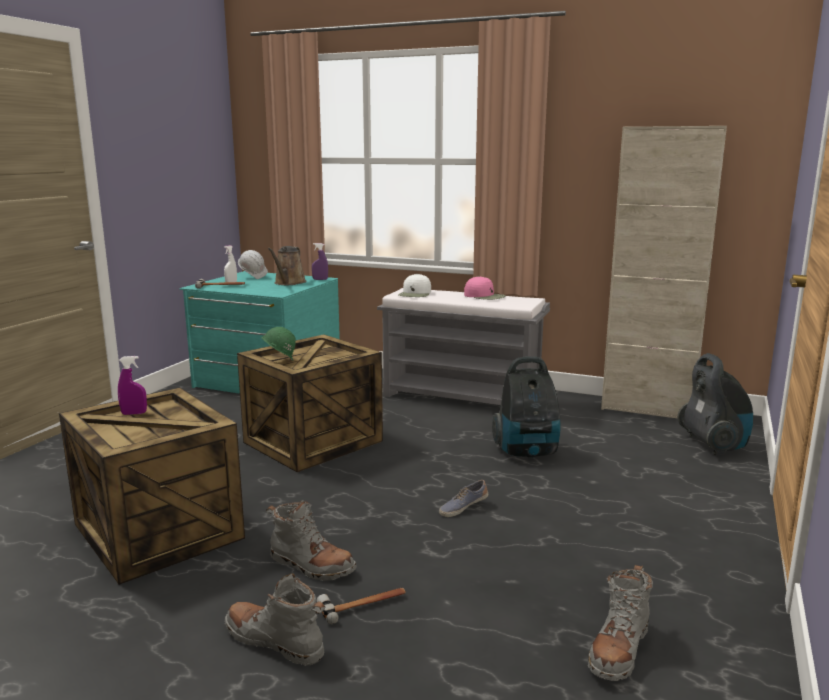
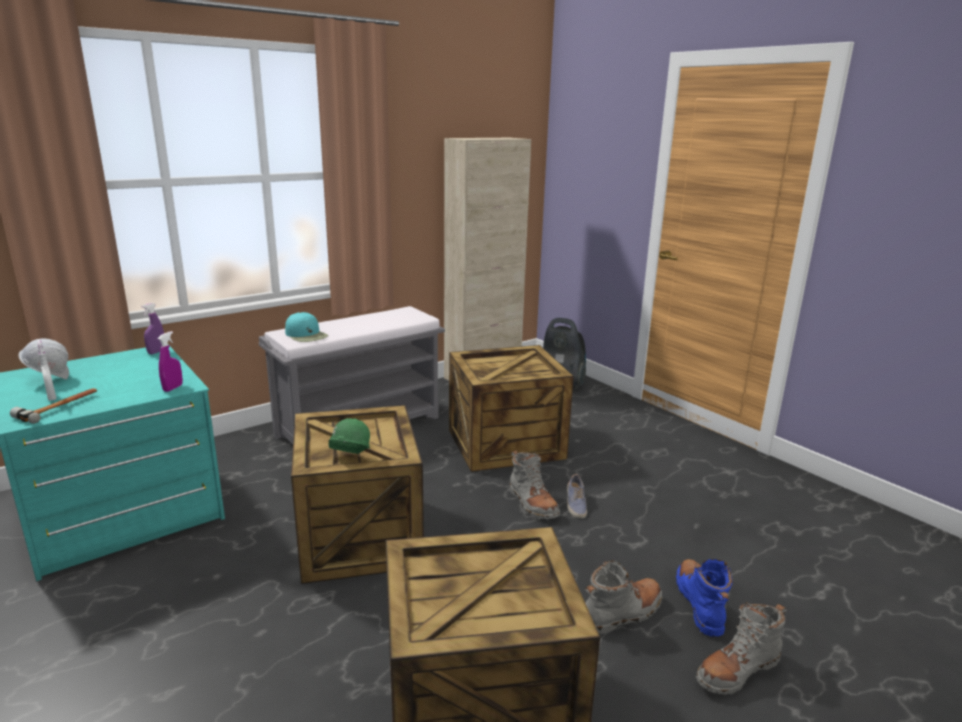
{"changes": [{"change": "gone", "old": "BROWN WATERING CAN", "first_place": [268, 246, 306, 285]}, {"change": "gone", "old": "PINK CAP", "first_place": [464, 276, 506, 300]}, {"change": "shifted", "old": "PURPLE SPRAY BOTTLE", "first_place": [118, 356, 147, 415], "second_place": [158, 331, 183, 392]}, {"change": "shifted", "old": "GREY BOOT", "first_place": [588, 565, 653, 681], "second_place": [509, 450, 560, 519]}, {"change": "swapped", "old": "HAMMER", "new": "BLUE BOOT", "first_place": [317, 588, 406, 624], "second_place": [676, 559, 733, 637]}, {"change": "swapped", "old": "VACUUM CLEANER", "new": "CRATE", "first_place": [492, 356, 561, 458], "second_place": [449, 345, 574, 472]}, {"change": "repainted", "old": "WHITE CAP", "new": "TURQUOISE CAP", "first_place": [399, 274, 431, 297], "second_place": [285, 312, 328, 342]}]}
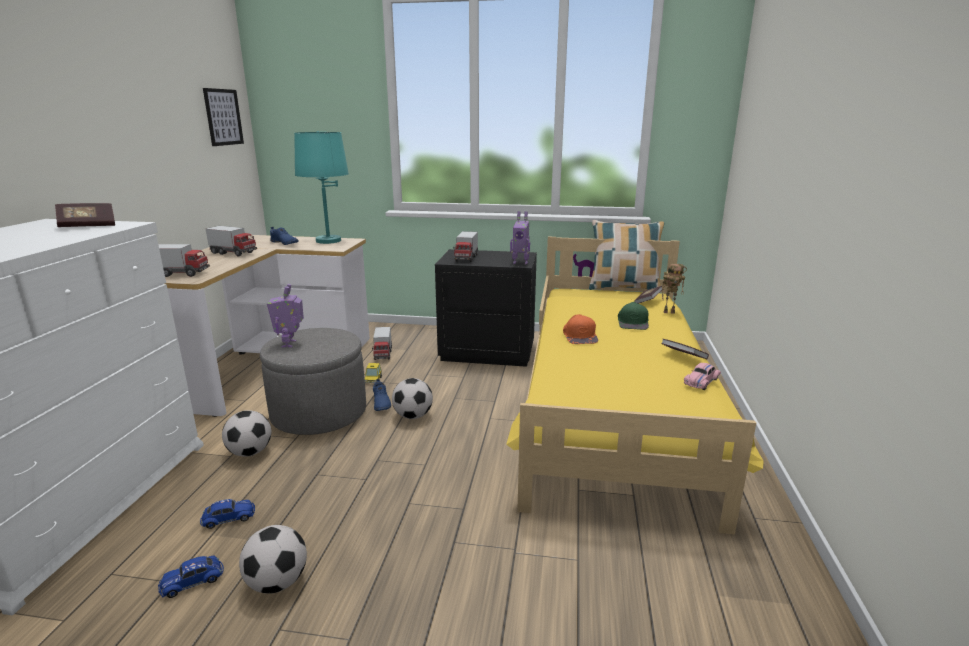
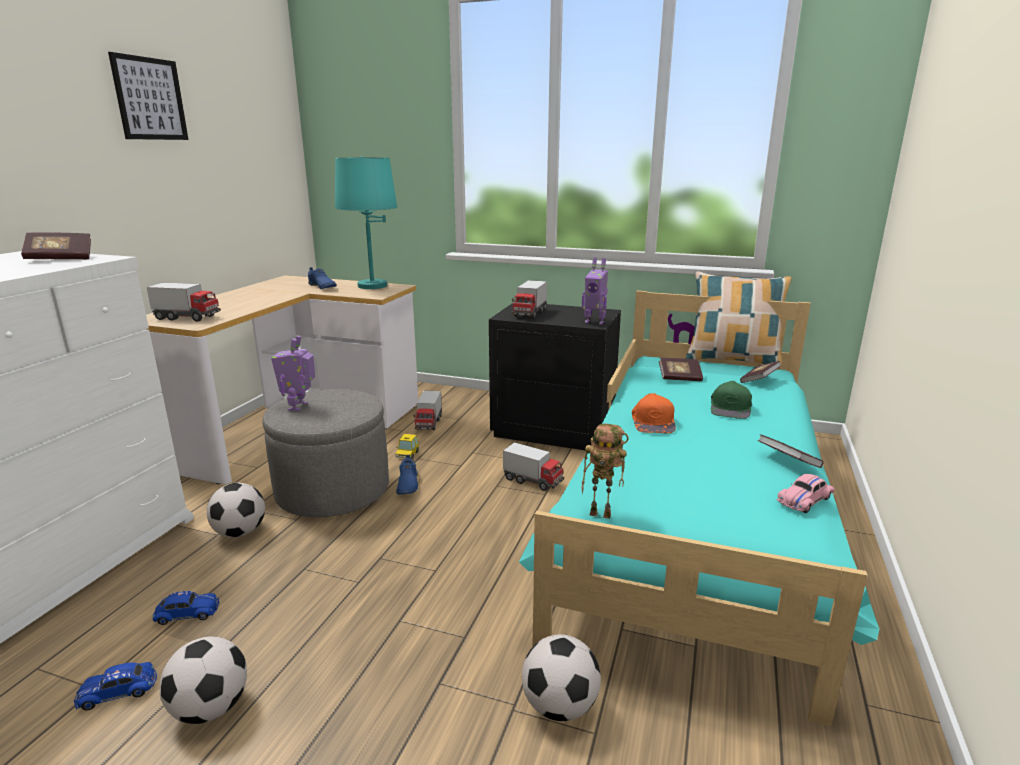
{"changes": [{"change": "new", "new": "BOOK", "second_place": [659, 358, 703, 381]}, {"change": "shifted", "old": "PICTURE", "first_place": [203, 88, 244, 146], "second_place": [108, 52, 188, 140]}, {"change": "shifted", "old": "TOY TRUCK", "first_place": [206, 226, 257, 256], "second_place": [503, 442, 564, 491]}, {"change": "shifted", "old": "FOOTBALL", "first_place": [392, 378, 433, 419], "second_place": [522, 634, 601, 721]}, {"change": "shifted", "old": "TOY ROBOT", "first_place": [662, 264, 687, 314], "second_place": [581, 424, 629, 519]}, {"change": "repainted", "old": "YELLOW BED", "new": "TURQUOISE BED", "first_place": [506, 237, 764, 535], "second_place": [519, 291, 879, 727]}]}
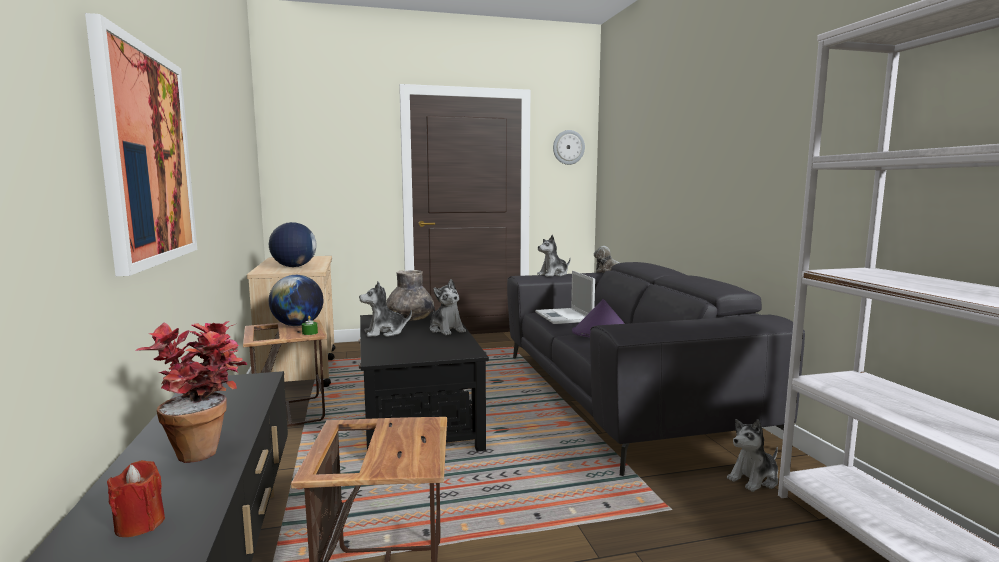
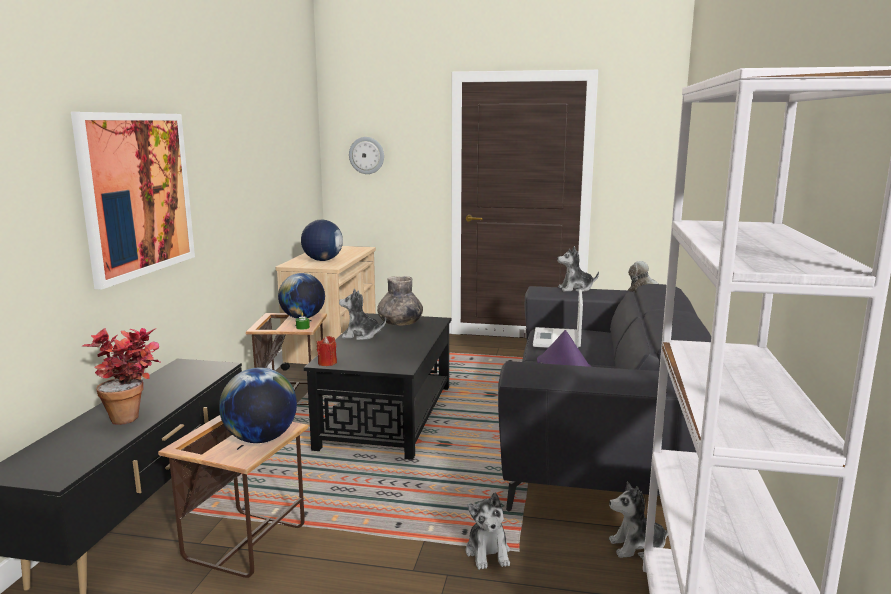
{"changes": [{"change": "new", "new": "GLOBE", "second_place": [219, 367, 297, 443]}, {"change": "shifted", "old": "RED CANDLE", "first_place": [107, 460, 165, 537], "second_place": [317, 336, 337, 366]}, {"change": "shifted", "old": "PLUSH TOY", "first_place": [430, 279, 466, 335], "second_place": [466, 492, 510, 570]}, {"change": "shifted", "old": "WALL CLOCK", "first_place": [553, 130, 585, 165], "second_place": [349, 137, 384, 174]}]}
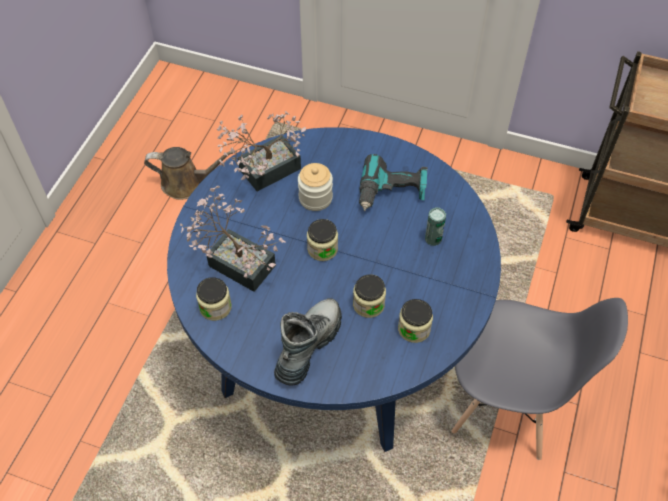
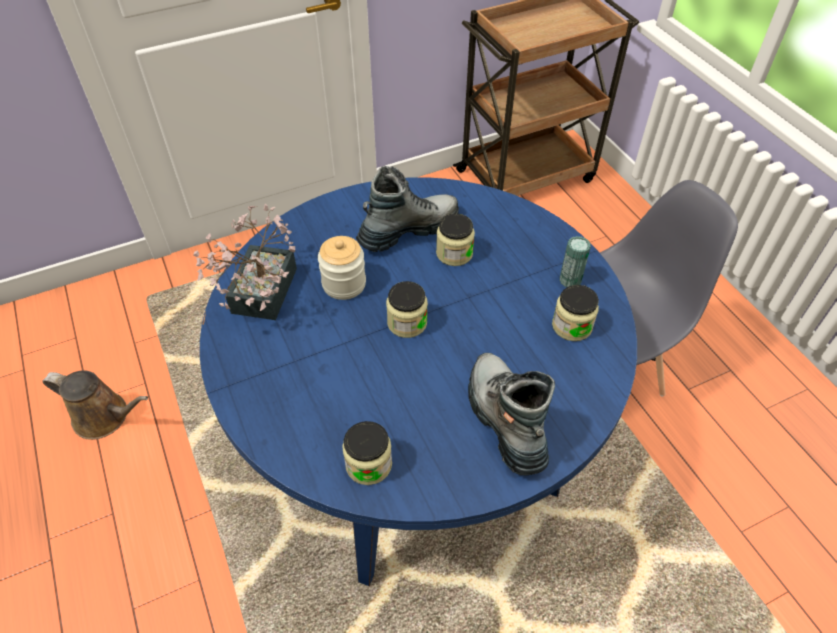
{"changes": [{"change": "gone", "old": "POTTED PLANT", "first_place": [180, 186, 286, 292]}, {"change": "shifted", "old": "JAR", "first_place": [353, 274, 386, 318], "second_place": [436, 213, 475, 266]}, {"change": "shifted", "old": "CAN", "first_place": [425, 207, 446, 246], "second_place": [560, 236, 591, 287]}, {"change": "swapped", "old": "POWER DRILL", "new": "BOOT", "first_place": [359, 154, 427, 211], "second_place": [356, 166, 459, 252]}, {"change": "rotated", "old": "BROWN WATERING CAN", "first_place": [144, 147, 235, 200], "second_place": [42, 370, 148, 440], "degrees": 60}]}
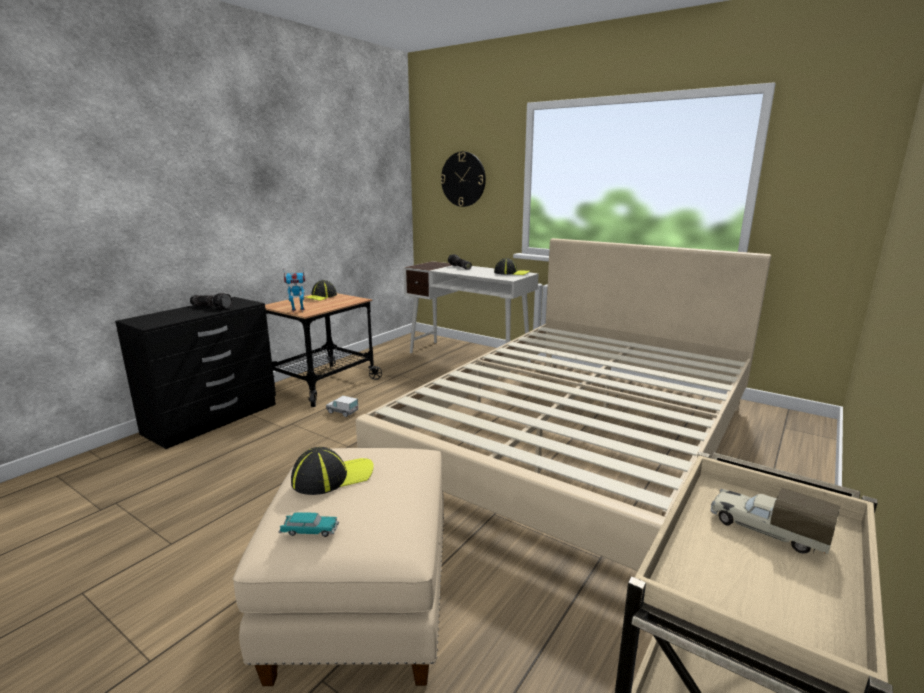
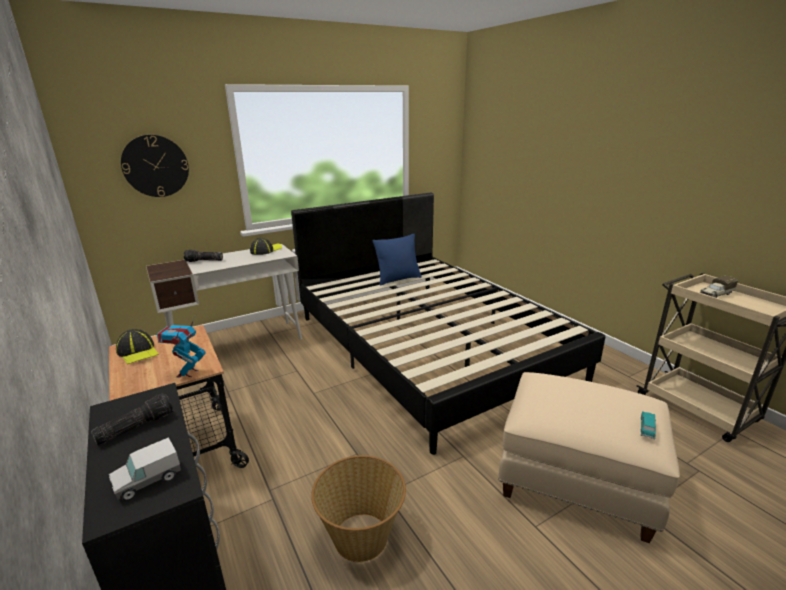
{"changes": [{"change": "gone", "old": "CAP", "first_place": [291, 447, 374, 495]}, {"change": "new", "new": "BASKET", "second_place": [311, 455, 406, 562]}, {"change": "new", "new": "BLUE PILLOW", "second_place": [373, 234, 422, 286]}, {"change": "shifted", "old": "TOY TRUCK", "first_place": [326, 396, 358, 417], "second_place": [109, 437, 181, 501]}, {"change": "repainted", "old": "BEIGE BED", "new": "BLACK BED", "first_place": [356, 238, 771, 571], "second_place": [291, 193, 605, 455]}]}
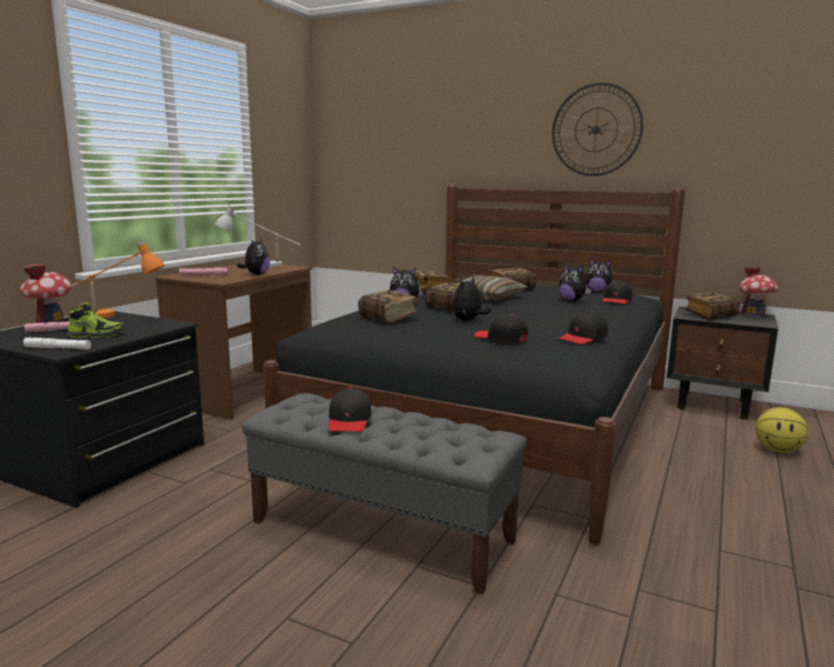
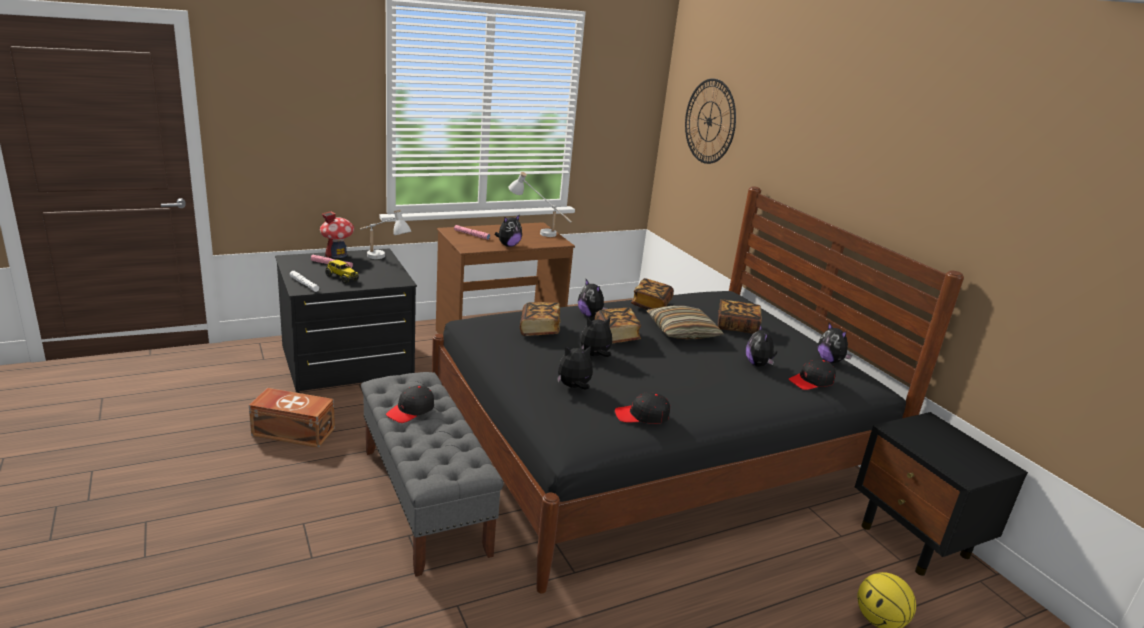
{"changes": [{"change": "gone", "old": "BOOK", "first_place": [684, 293, 740, 320]}, {"change": "gone", "old": "TOY HOUSE", "first_place": [739, 267, 779, 318]}, {"change": "new", "new": "BROWN STORAGE BOX", "second_place": [249, 388, 335, 448]}, {"change": "shifted", "old": "WALL CLOCK", "first_place": [552, 83, 643, 176], "second_place": [685, 79, 736, 164]}, {"change": "swapped", "old": "SHOE", "new": "TOY TRUCK", "first_place": [68, 302, 125, 338], "second_place": [325, 260, 359, 284]}, {"change": "swapped", "old": "BLACK CAP", "new": "PLUSH TOY", "first_place": [474, 314, 528, 342], "second_place": [557, 346, 593, 389]}, {"change": "repainted", "old": "ORANGE TABLE LAMP", "new": "WHITE TABLE LAMP", "first_place": [71, 241, 165, 318], "second_place": [360, 210, 412, 259]}]}
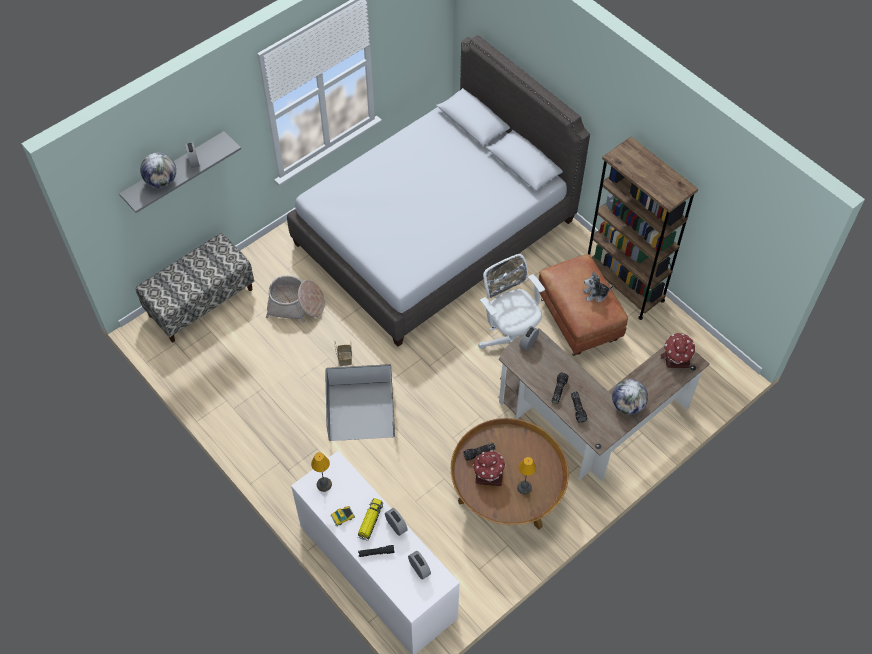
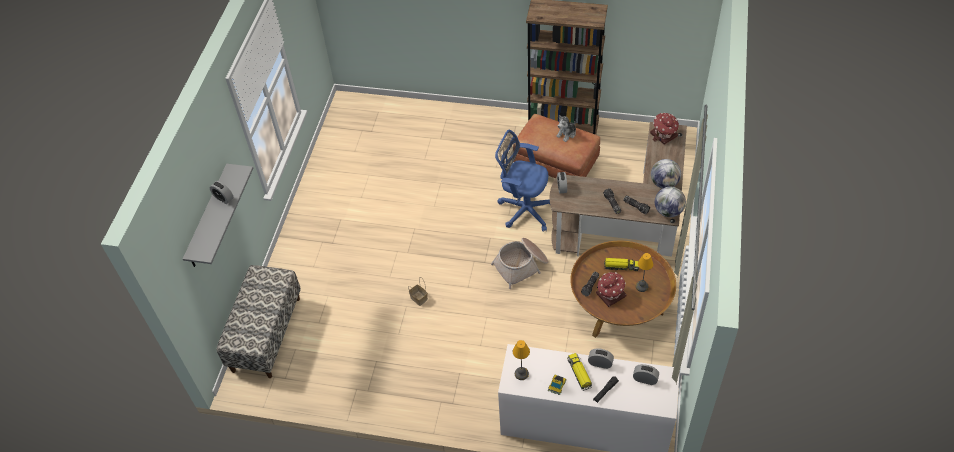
{"changes": [{"change": "gone", "old": "GREY BED", "first_place": [287, 35, 590, 347]}, {"change": "gone", "old": "BLACK STORAGE BOX", "first_place": [325, 364, 395, 441]}, {"change": "new", "new": "TOY TRUCK", "second_place": [604, 258, 639, 271]}, {"change": "shifted", "old": "GLOBE", "first_place": [140, 152, 176, 188], "second_place": [655, 187, 686, 217]}, {"change": "shifted", "old": "BASKET", "first_place": [266, 276, 325, 323], "second_place": [491, 238, 548, 289]}, {"change": "repainted", "old": "WHITE OFFICE CHAIR", "new": "BLUE OFFICE CHAIR", "first_place": [478, 254, 545, 349], "second_place": [495, 130, 550, 231]}]}
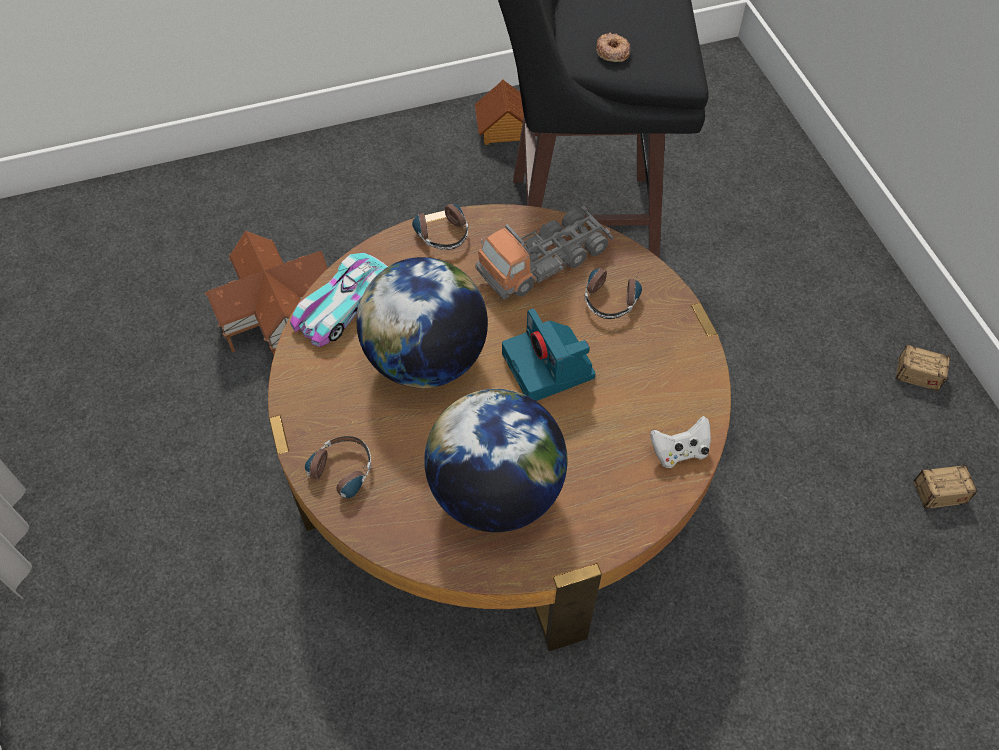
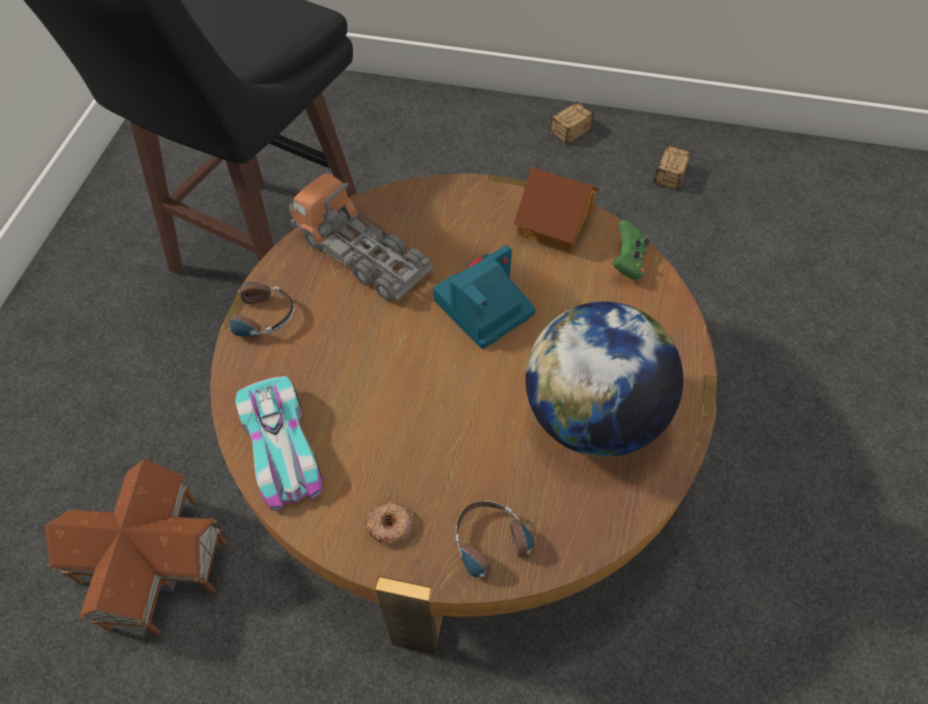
{"changes": [{"change": "gone", "old": "GLOBE", "first_place": [357, 257, 488, 388]}, {"change": "gone", "old": "HEADPHONES", "first_place": [585, 267, 642, 319]}, {"change": "shifted", "old": "TOY HOUSE", "first_place": [475, 79, 524, 145], "second_place": [514, 167, 599, 252]}, {"change": "shifted", "old": "DONUT", "first_place": [596, 33, 630, 62], "second_place": [365, 502, 414, 546]}, {"change": "repainted", "old": "WHITE GAME CONTROLLER", "new": "GREEN GAME CONTROLLER", "first_place": [650, 416, 711, 468], "second_place": [612, 220, 649, 280]}, {"change": "rotated", "old": "TOY TRUCK", "first_place": [476, 206, 613, 299], "second_place": [289, 171, 433, 301], "degrees": 135}, {"change": "rotated", "old": "PHOTO CAMERA", "first_place": [502, 308, 596, 401], "second_place": [433, 245, 536, 349], "degrees": 135}]}
